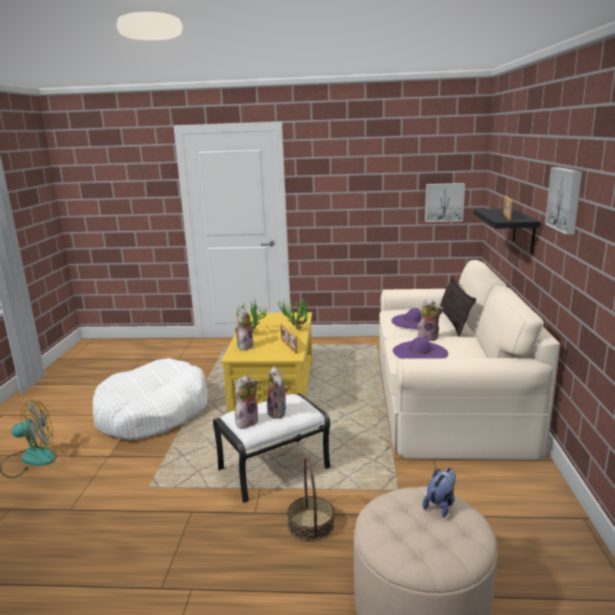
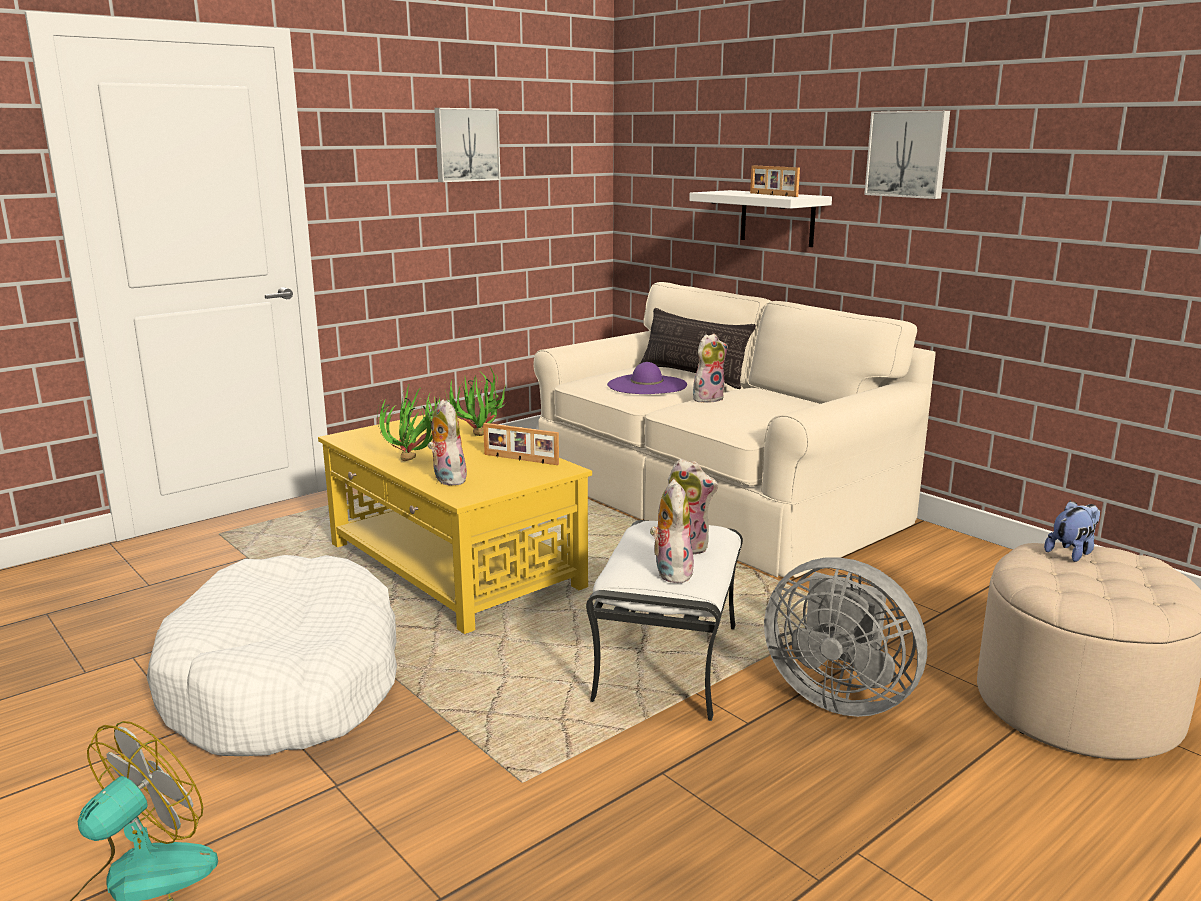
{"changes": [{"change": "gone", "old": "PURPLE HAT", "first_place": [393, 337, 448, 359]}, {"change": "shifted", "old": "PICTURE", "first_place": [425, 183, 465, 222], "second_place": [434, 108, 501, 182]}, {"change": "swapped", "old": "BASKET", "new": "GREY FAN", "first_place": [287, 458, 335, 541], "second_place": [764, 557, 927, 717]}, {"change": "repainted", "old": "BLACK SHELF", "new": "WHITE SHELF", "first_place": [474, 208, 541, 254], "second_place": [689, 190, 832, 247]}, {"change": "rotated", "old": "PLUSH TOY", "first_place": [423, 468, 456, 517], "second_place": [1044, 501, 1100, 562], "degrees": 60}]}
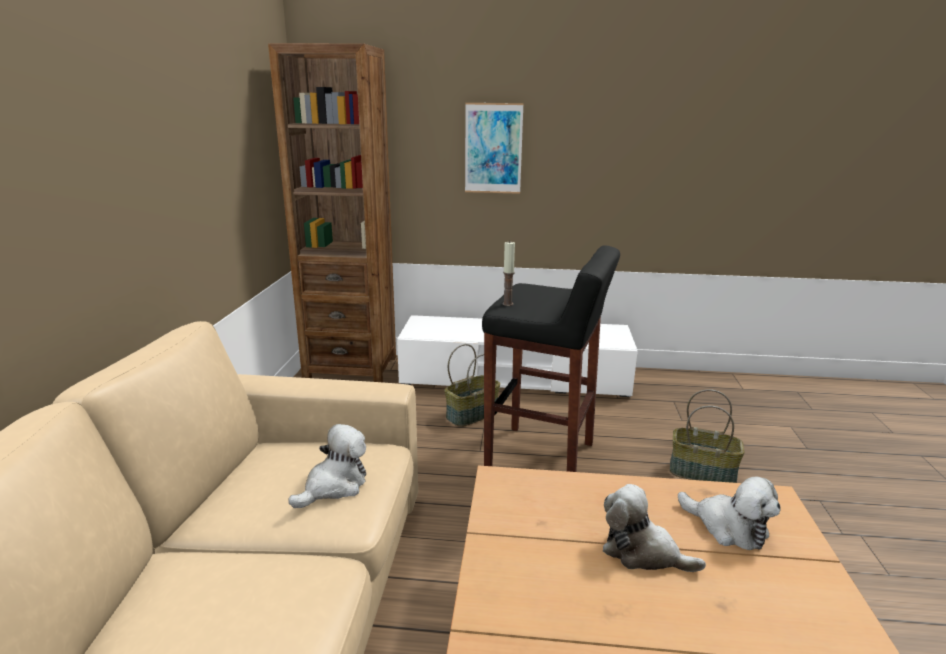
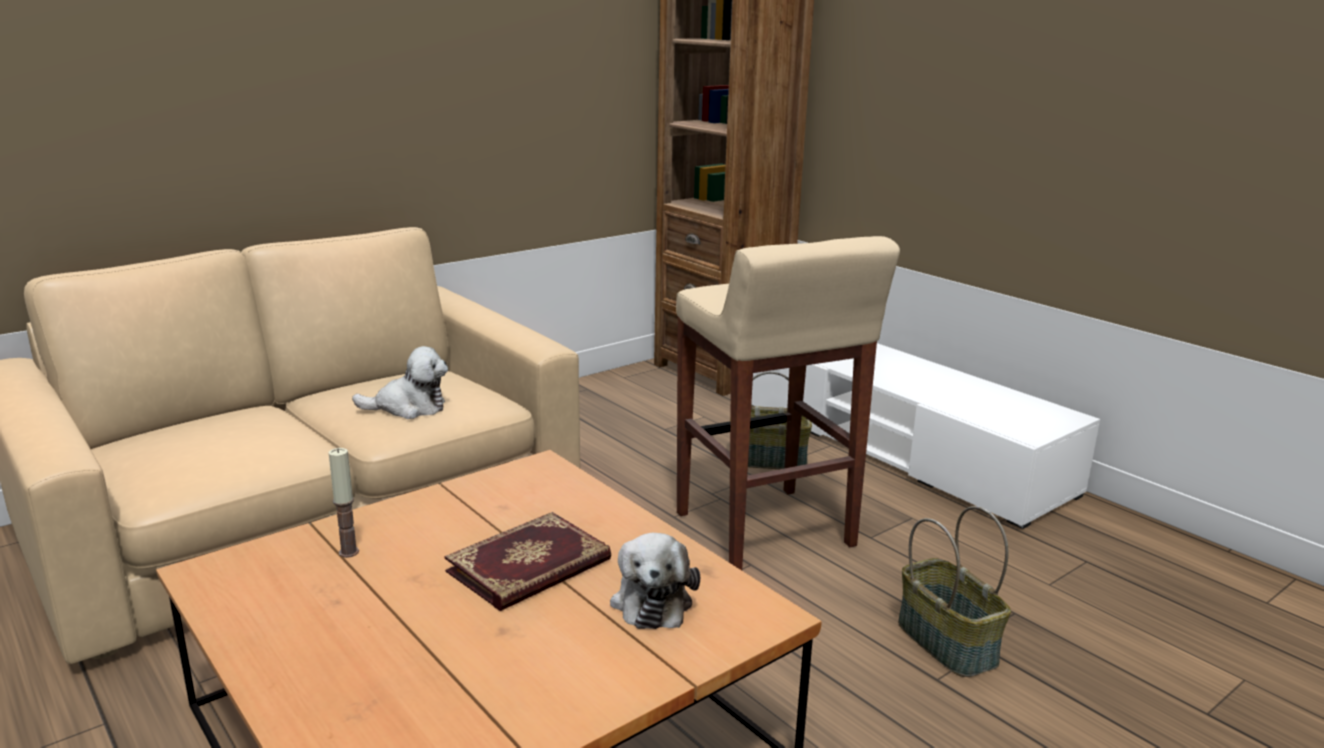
{"changes": [{"change": "gone", "old": "PICTURE", "first_place": [465, 103, 524, 194]}, {"change": "shifted", "old": "CANDLE", "first_place": [502, 242, 515, 306], "second_place": [328, 448, 359, 558]}, {"change": "swapped", "old": "PLUSH TOY", "new": "BOOK", "first_place": [603, 484, 706, 572], "second_place": [444, 512, 611, 611]}, {"change": "repainted", "old": "BLACK STOOL", "new": "BEIGE STOOL", "first_place": [482, 245, 620, 472], "second_place": [676, 236, 900, 570]}]}
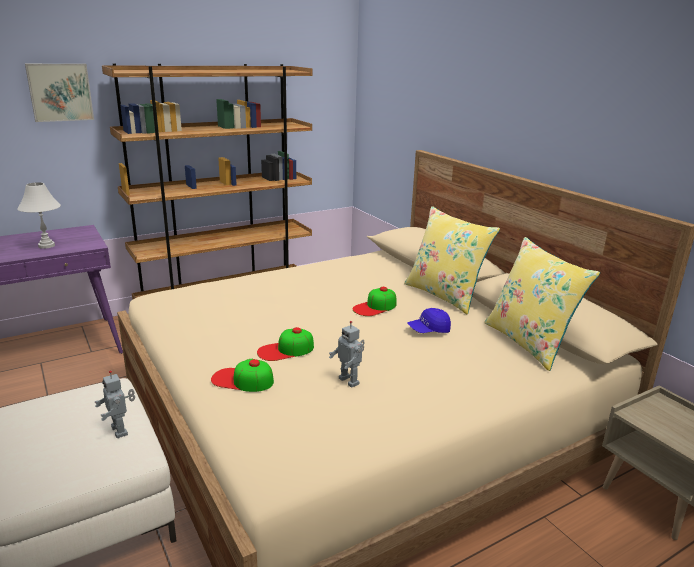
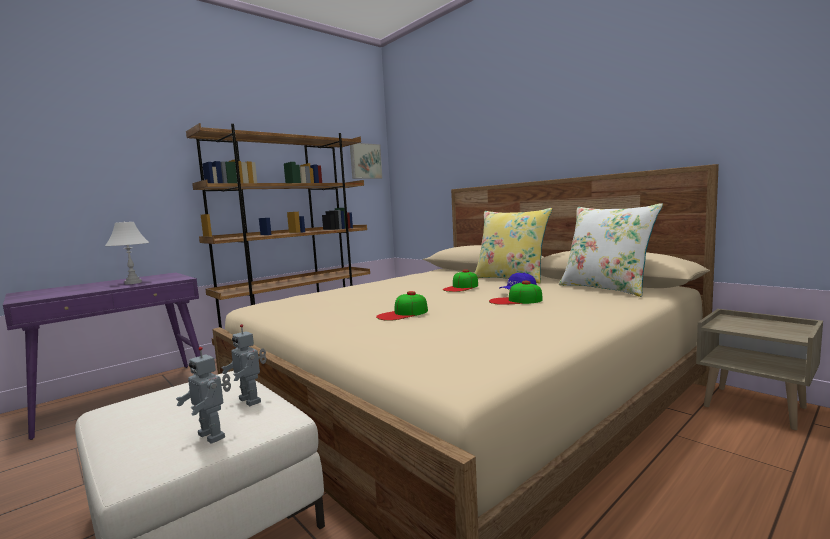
{"changes": [{"change": "shifted", "old": "PICTURE", "first_place": [25, 64, 94, 122], "second_place": [350, 143, 382, 179]}, {"change": "shifted", "old": "CAP", "first_place": [211, 359, 274, 392], "second_place": [489, 281, 543, 305]}, {"change": "shifted", "old": "TOY ROBOT", "first_place": [329, 321, 365, 388], "second_place": [176, 347, 231, 444]}, {"change": "repainted", "old": "YELLOW PILLOW", "new": "WHITE PILLOW", "first_place": [484, 237, 600, 371], "second_place": [559, 203, 663, 297]}]}
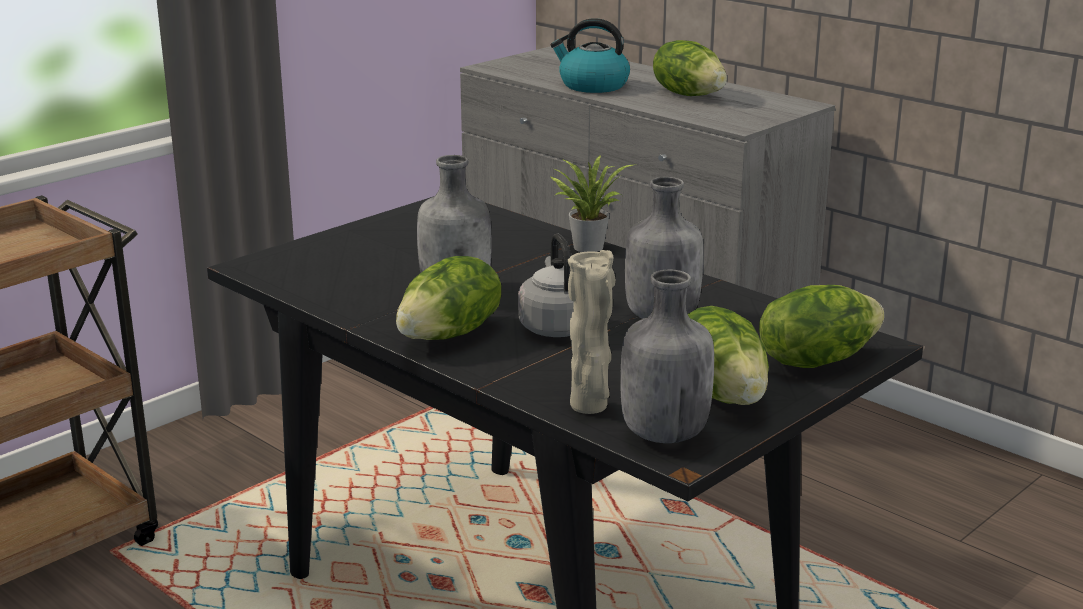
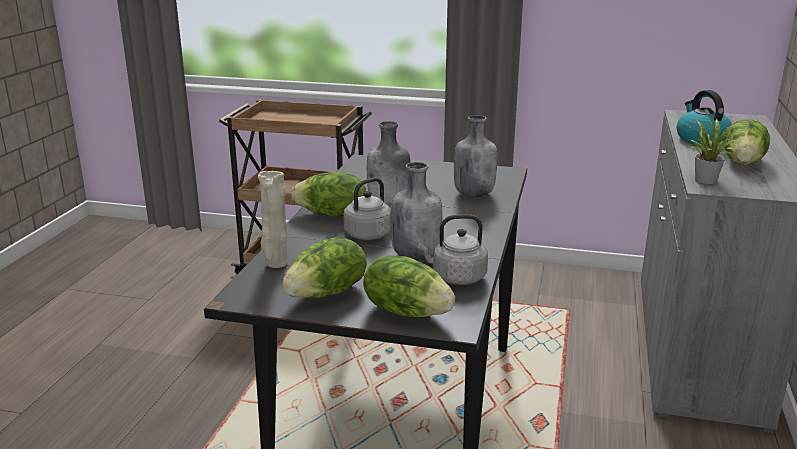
{"changes": [{"change": "new", "new": "GREY KETTLE", "second_place": [417, 214, 488, 285]}, {"change": "shifted", "old": "POTTED PLANT", "first_place": [551, 156, 633, 252], "second_place": [688, 119, 747, 184]}, {"change": "shifted", "old": "GREY BOTTLE", "first_place": [620, 269, 714, 443], "second_place": [454, 115, 497, 197]}]}
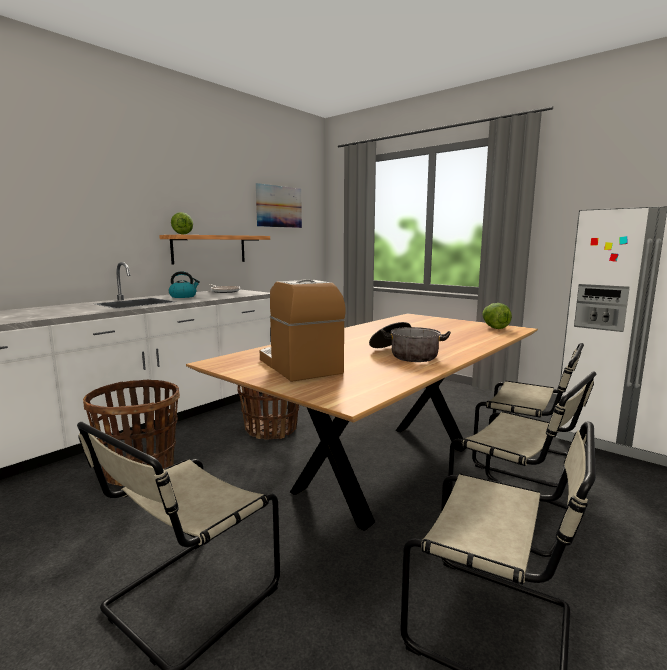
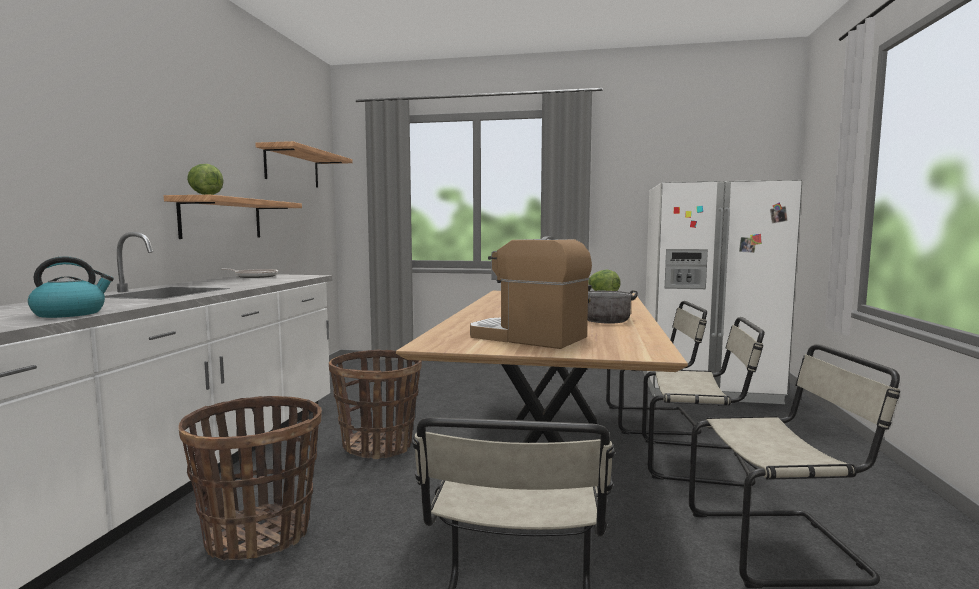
{"changes": [{"change": "shifted", "old": "KETTLE", "first_place": [169, 271, 200, 298], "second_place": [28, 256, 114, 318]}, {"change": "swapped", "old": "PICTURE", "new": "SHELF", "first_place": [256, 183, 302, 228], "second_place": [255, 141, 353, 187]}]}
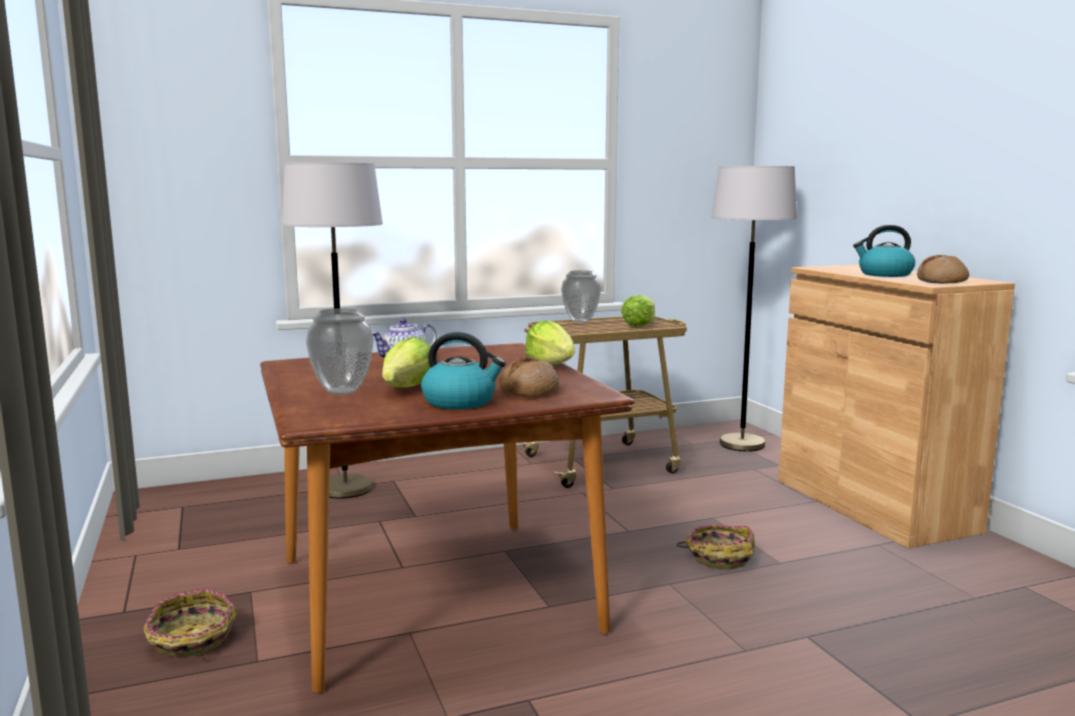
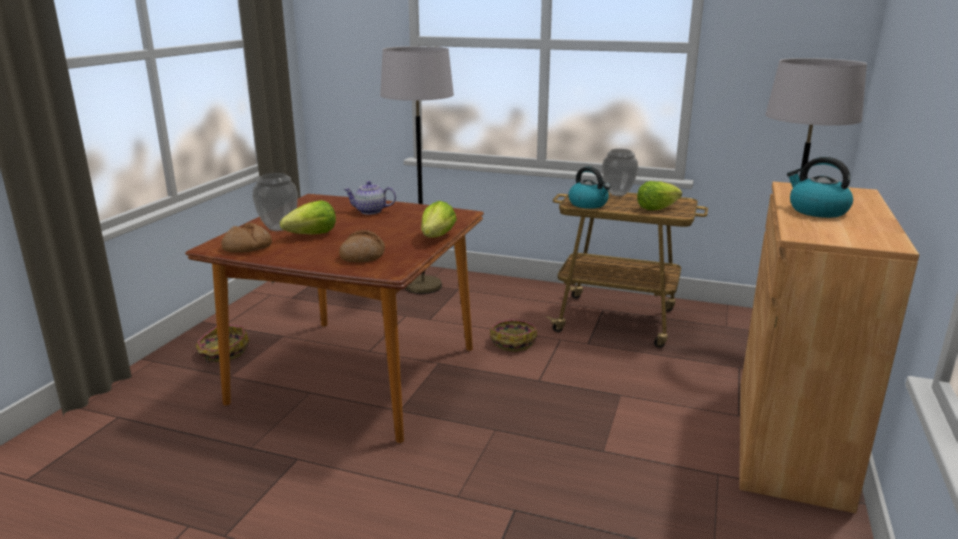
{"changes": [{"change": "shifted", "old": "KETTLE", "first_place": [421, 332, 506, 409], "second_place": [568, 166, 611, 209]}, {"change": "shifted", "old": "BASKET", "first_place": [676, 525, 755, 570], "second_place": [490, 319, 537, 352]}, {"change": "shifted", "old": "BREAD", "first_place": [917, 255, 969, 284], "second_place": [221, 223, 272, 253]}]}
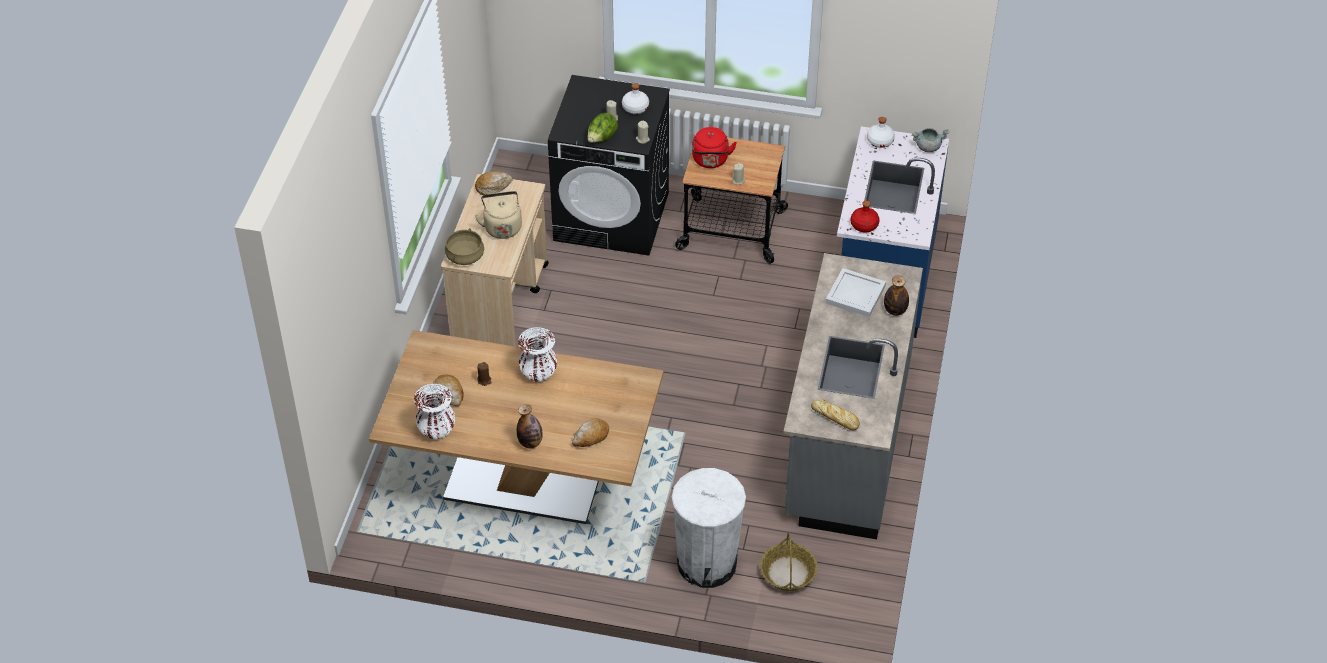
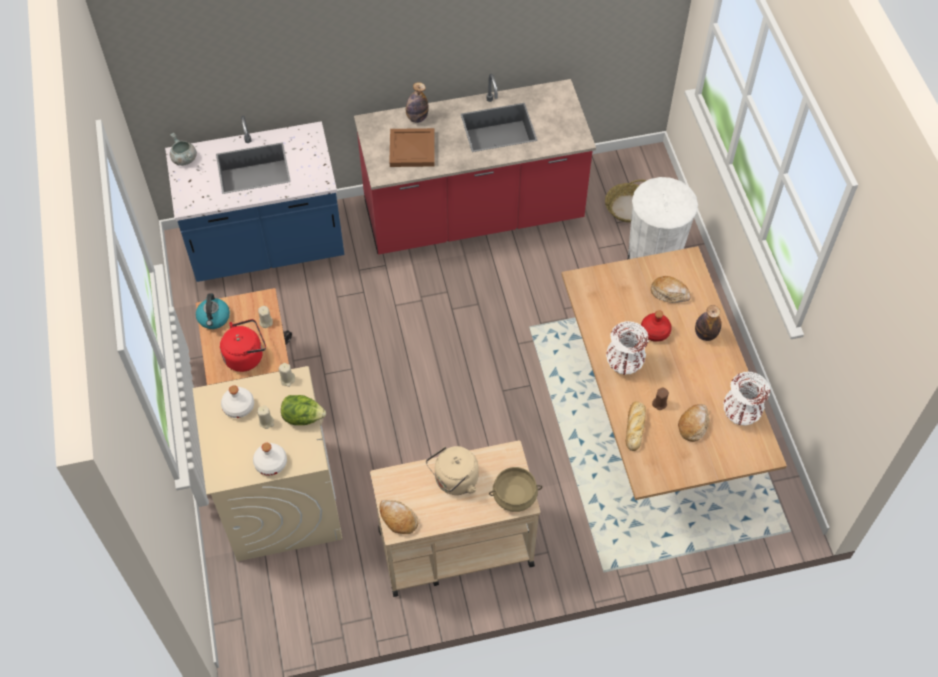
{"changes": [{"change": "new", "new": "KETTLE", "second_place": [196, 293, 230, 329]}, {"change": "shifted", "old": "BREAD", "first_place": [811, 399, 860, 430], "second_place": [626, 401, 646, 451]}, {"change": "shifted", "old": "RED BOTTLE", "first_place": [851, 201, 880, 233], "second_place": [641, 310, 672, 342]}, {"change": "shifted", "old": "WHITE BOTTLE", "first_place": [867, 117, 895, 148], "second_place": [253, 443, 287, 476]}, {"change": "repainted", "old": "BLACK WASHING MACHINE", "new": "BEIGE WASHING MACHINE", "first_place": [548, 75, 670, 256], "second_place": [192, 366, 343, 562]}, {"change": "repainted", "old": "GREY COUNTER", "new": "RED COUNTER", "first_place": [783, 253, 923, 539], "second_place": [354, 74, 596, 255]}, {"change": "repainted", "old": "WHITE TRAY", "new": "BROWN TRAY", "first_place": [826, 268, 886, 317], "second_place": [389, 128, 435, 167]}]}
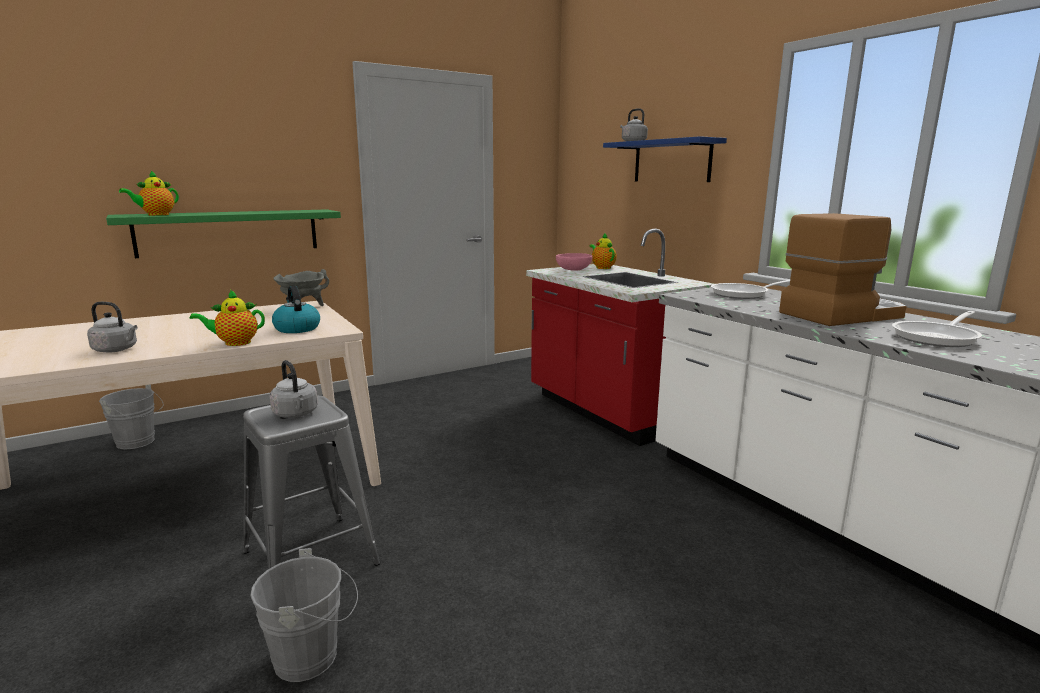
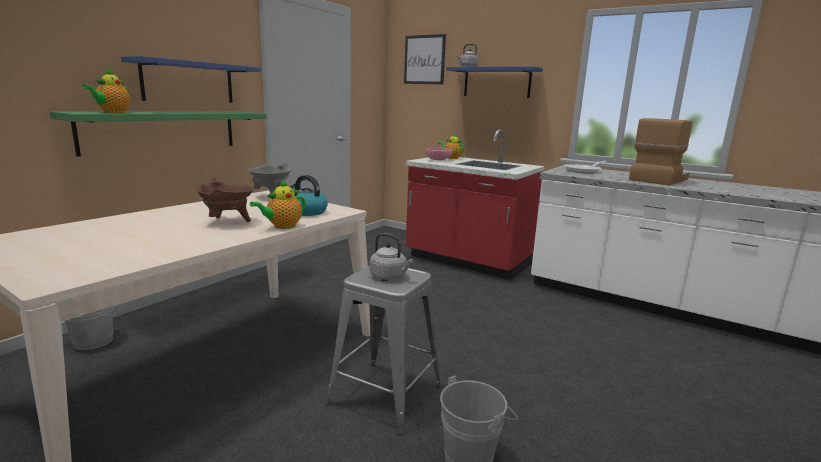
{"changes": [{"change": "gone", "old": "GREY KETTLE", "first_place": [87, 302, 138, 353]}, {"change": "gone", "old": "FRYING PAN", "first_place": [892, 311, 982, 347]}, {"change": "new", "new": "BLUE SHELF", "second_place": [121, 56, 261, 103]}, {"change": "new", "new": "BROWN COOKING POT", "second_place": [196, 178, 254, 222]}, {"change": "new", "new": "PICTURE", "second_place": [404, 34, 446, 85]}]}
